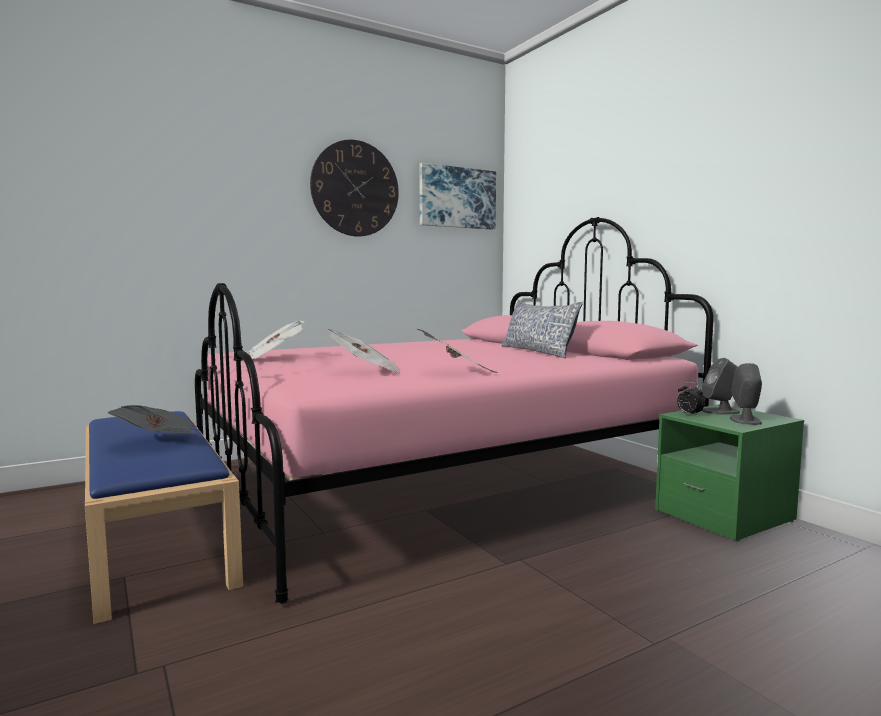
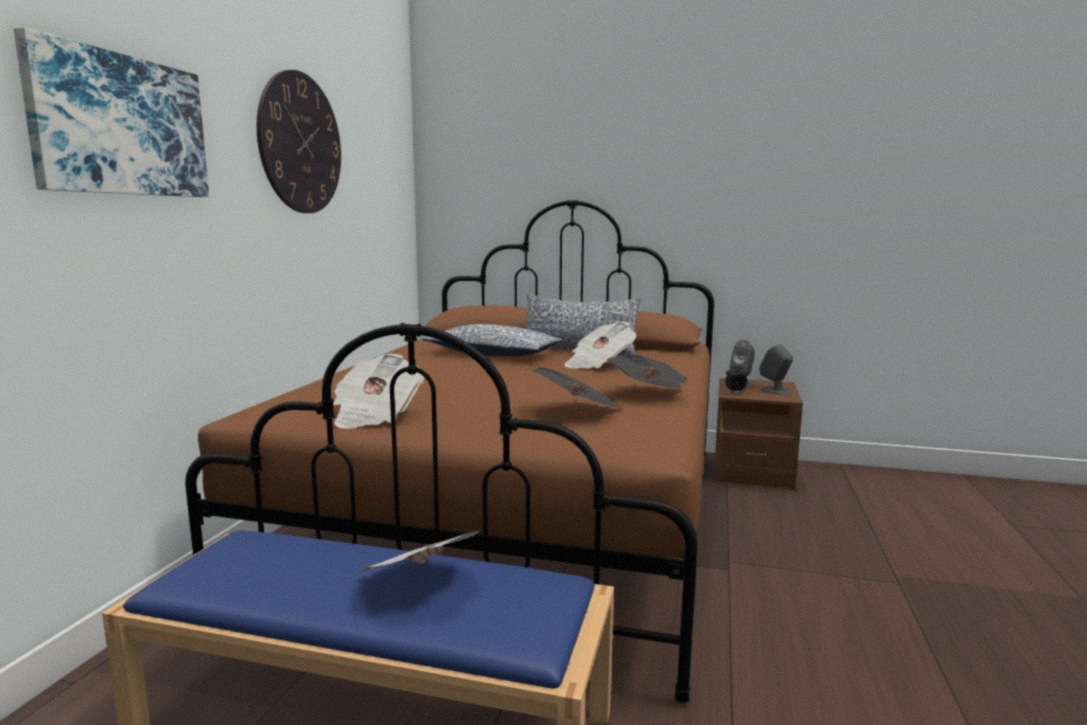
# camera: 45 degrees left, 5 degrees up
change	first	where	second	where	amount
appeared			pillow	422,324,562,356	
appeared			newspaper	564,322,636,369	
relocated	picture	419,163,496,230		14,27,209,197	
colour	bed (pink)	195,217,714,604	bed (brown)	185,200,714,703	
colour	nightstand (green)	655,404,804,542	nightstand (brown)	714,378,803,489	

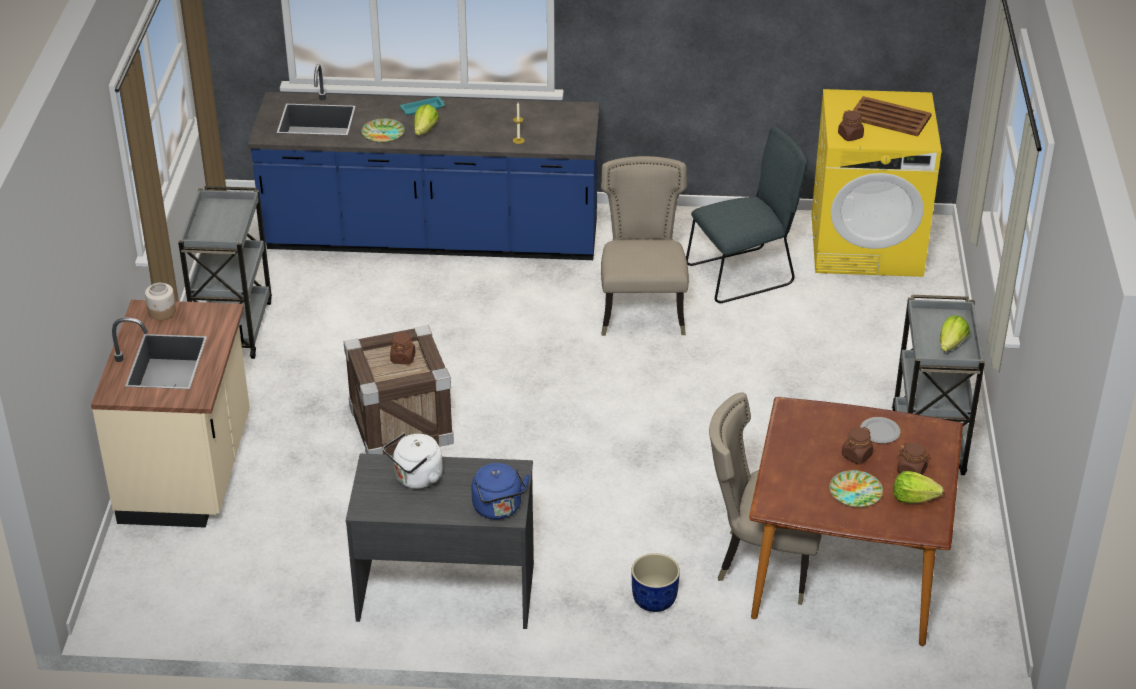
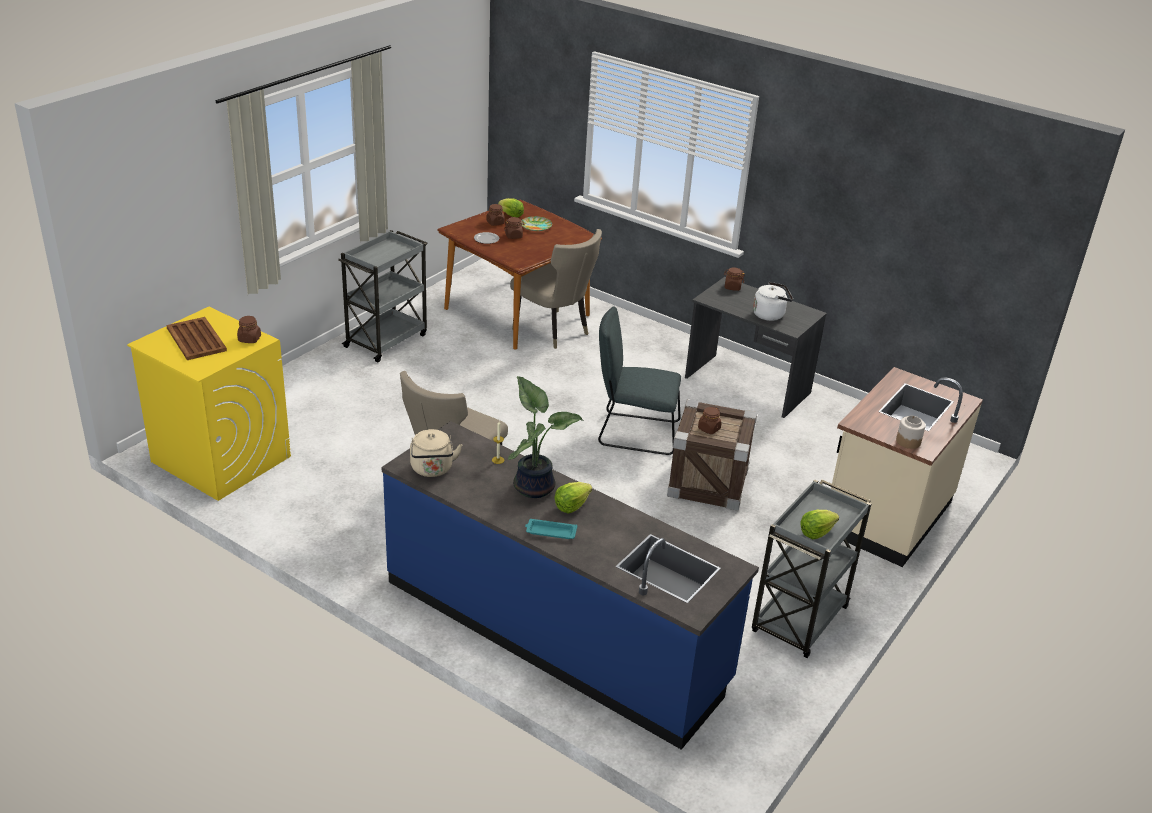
# camera: 150 degrees left, 5 degrees down
change	first	where	second	where	amount
missing	plate	361,118,405,143			
missing	planter (blue)	632,553,680,612			
appeared			kettle (beige)	410,429,462,477	
appeared			potted plant	508,376,583,498	
relocated	chair (grey)	686,126,808,303		598,306,681,455	
relocated	lettuce	940,315,970,352		800,510,839,539	
exchanged	kettle (blue)	471,463,530,520	jar (brown)	724,267,745,291	

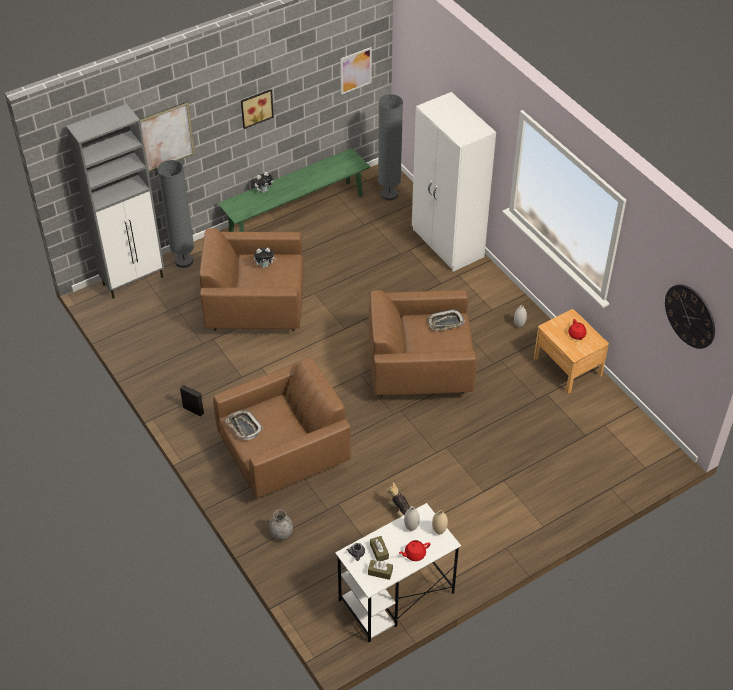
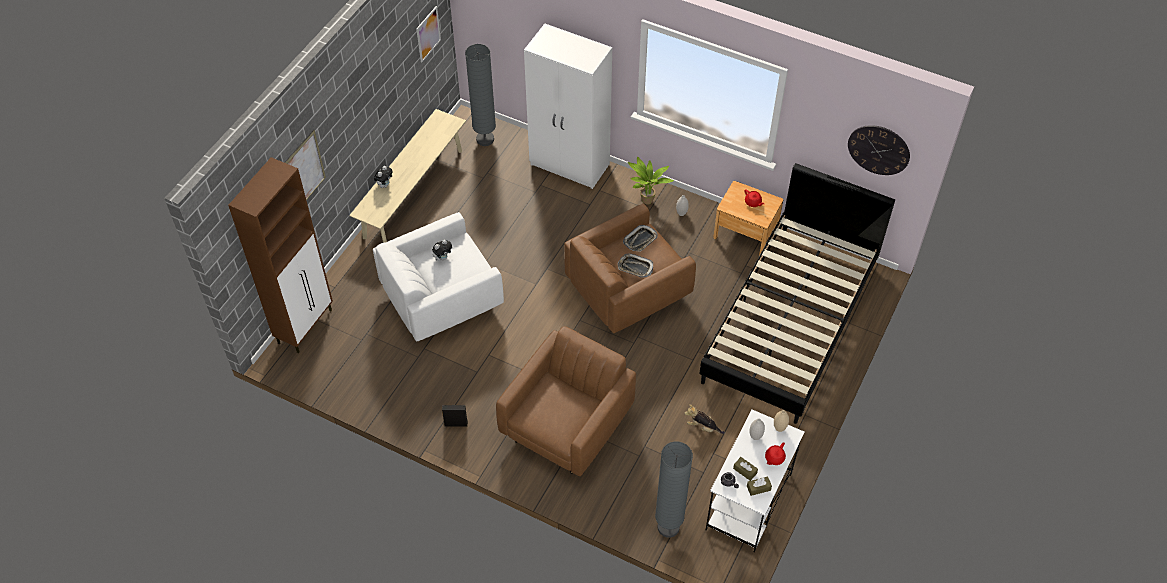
# camera: 30 degrees left, 5 degrees up
change	first	where	second	where	amount
missing	picture	241,89,274,129			
missing	vase (grey)	269,510,293,540			
appeared			potted plant	628,156,674,205	
appeared			bed (black)	699,163,895,424	
relocated	floor lamp (grey)	157,160,194,268		655,442,693,538	
relocated	tray	225,409,263,440		618,253,653,278	
colour	cabinet (grey)	66,104,164,299	cabinet (brown)	228,157,333,353	
colour	armchair (brown)	199,228,304,331	armchair (white)	373,212,504,342	
colour	bench (green)	218,148,370,232	bench (beige)	349,109,466,243	

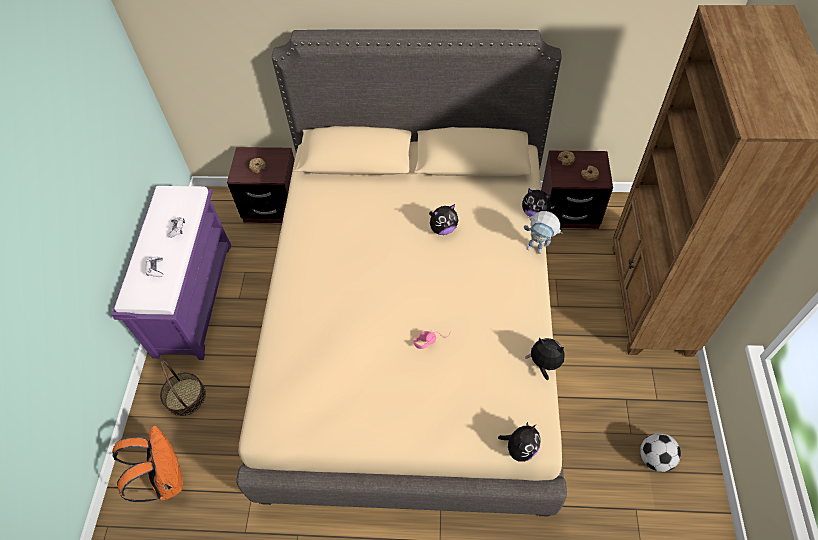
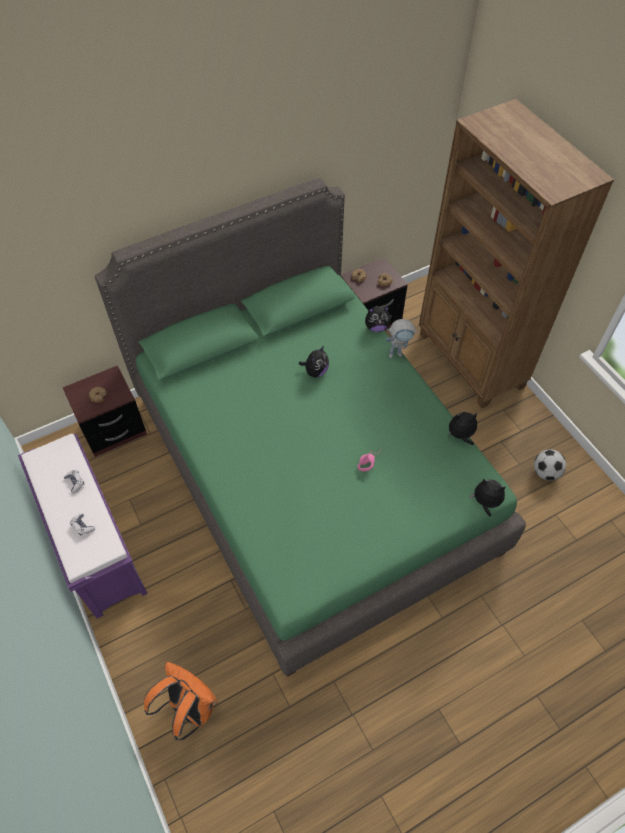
# camera: 35 degrees left, 0 degrees up
change	first	where	second	where	amount
missing	basket	160,359,206,416			
colour	bed (beige)	236,29,567,517	bed (green)	95,178,526,677	
spun	plush toy	498,422,541,462		470,479,505,517	75 degrees counterclockwise

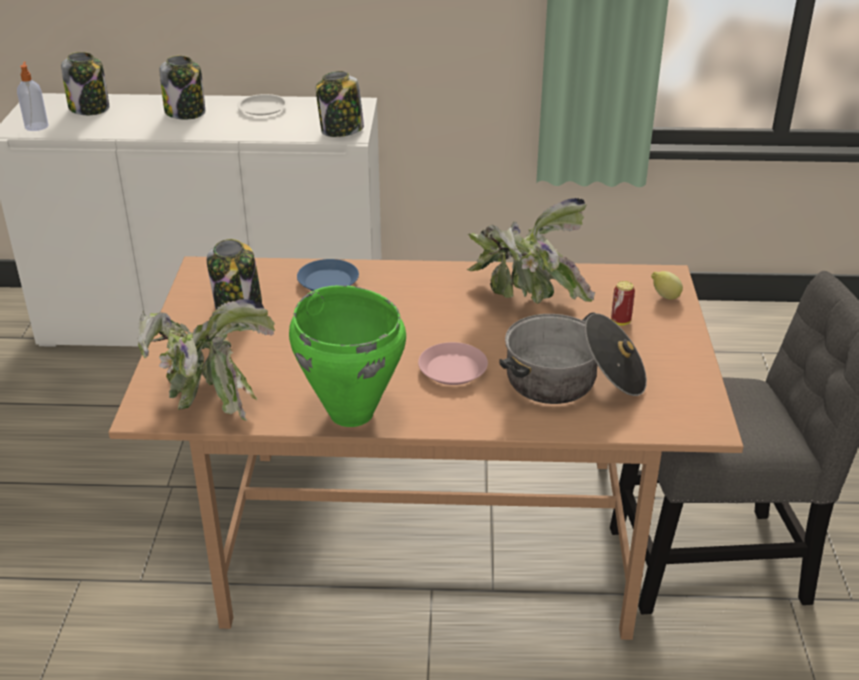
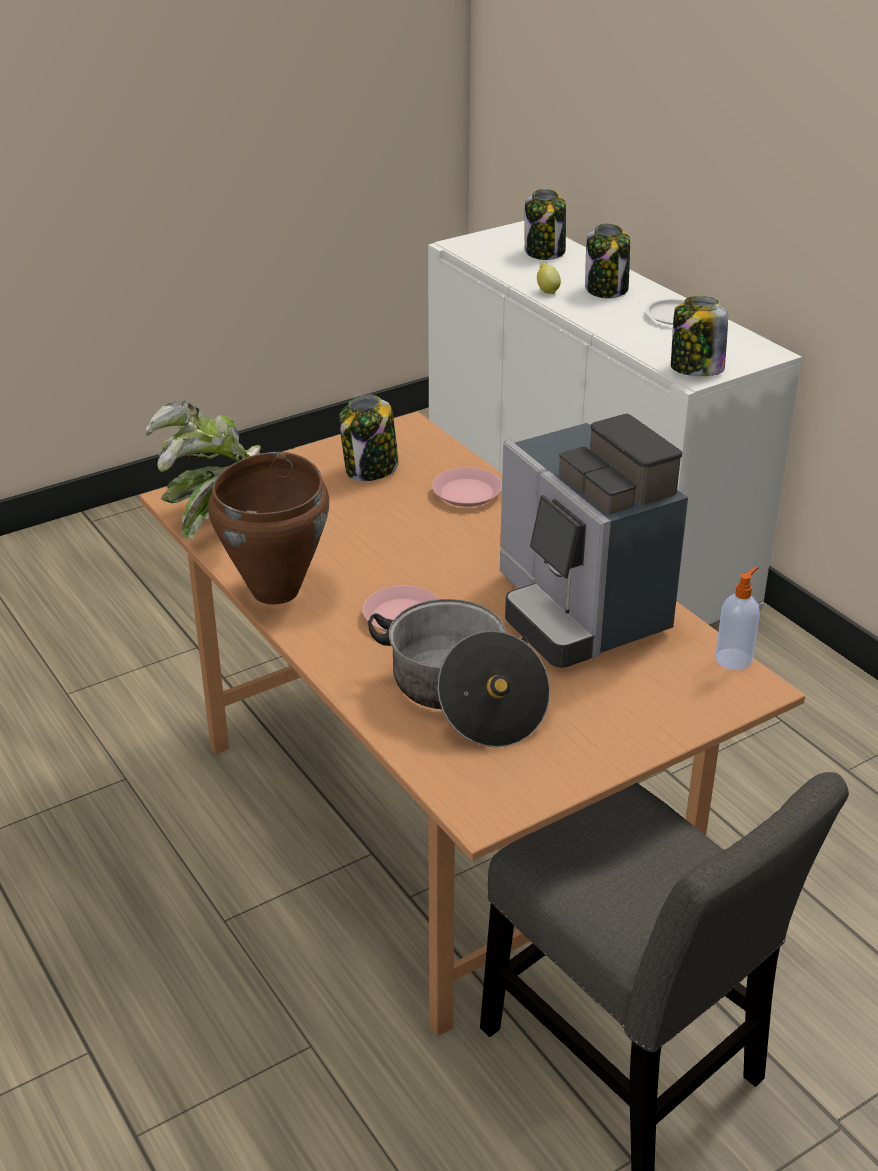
# camera: 55 degrees right, 0 degrees up
change	first	where	second	where	amount
missing	can	611,281,635,326			
relocated	soap dispenser	17,61,49,131		715,567,760,670	
relocated	lemon	651,271,683,300		537,263,561,294	
exchanged	potted plant	467,198,595,304	coffee machine	500,414,688,668	
colour	cooking pot (green)	289,285,406,427	cooking pot (brown)	208,452,329,604	
colour	plate (blue)	297,259,359,291	plate (pink)	432,467,502,507	

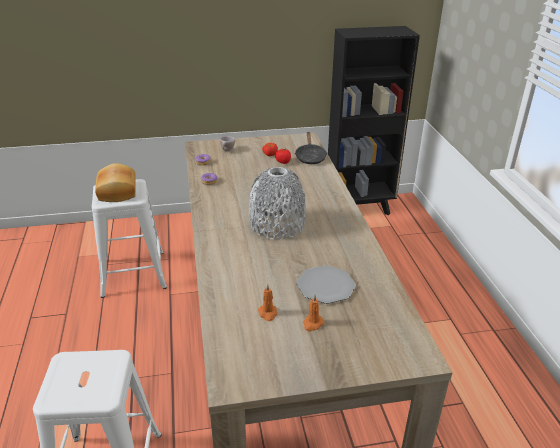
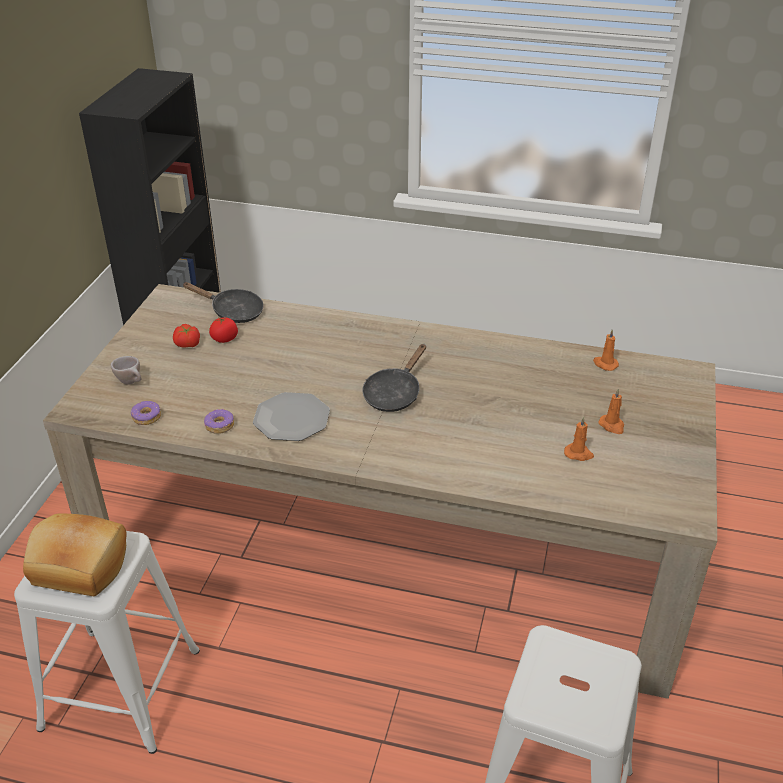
# camera: 65 degrees left, 5 degrees up
change	first	where	second	where	amount
appeared			candle (orange)	593,329,619,371	
relocated	plate	296,265,356,304		253,392,330,441	
exchanged	vase (grey)	249,167,306,240	frying pan (black)	362,344,426,412	

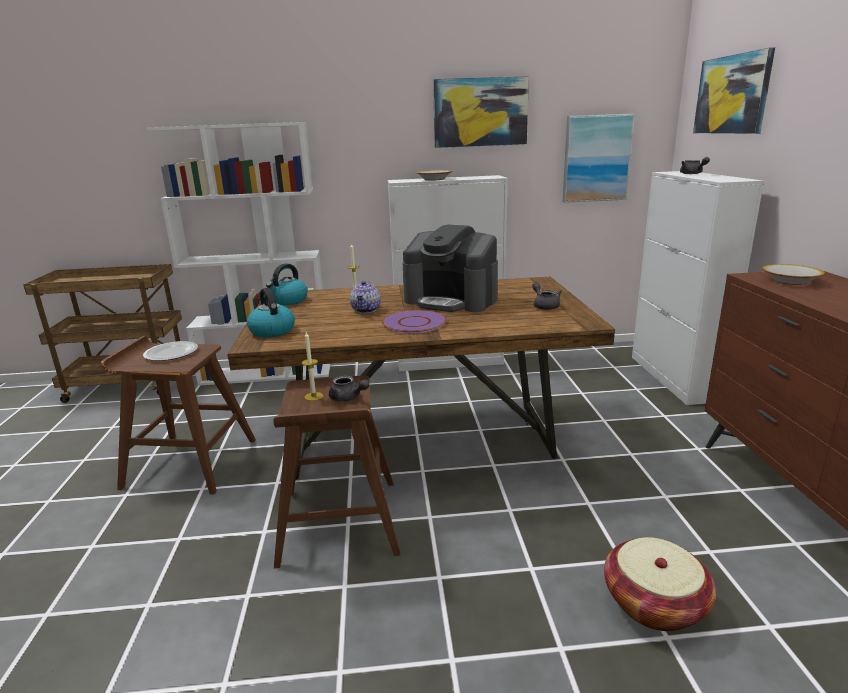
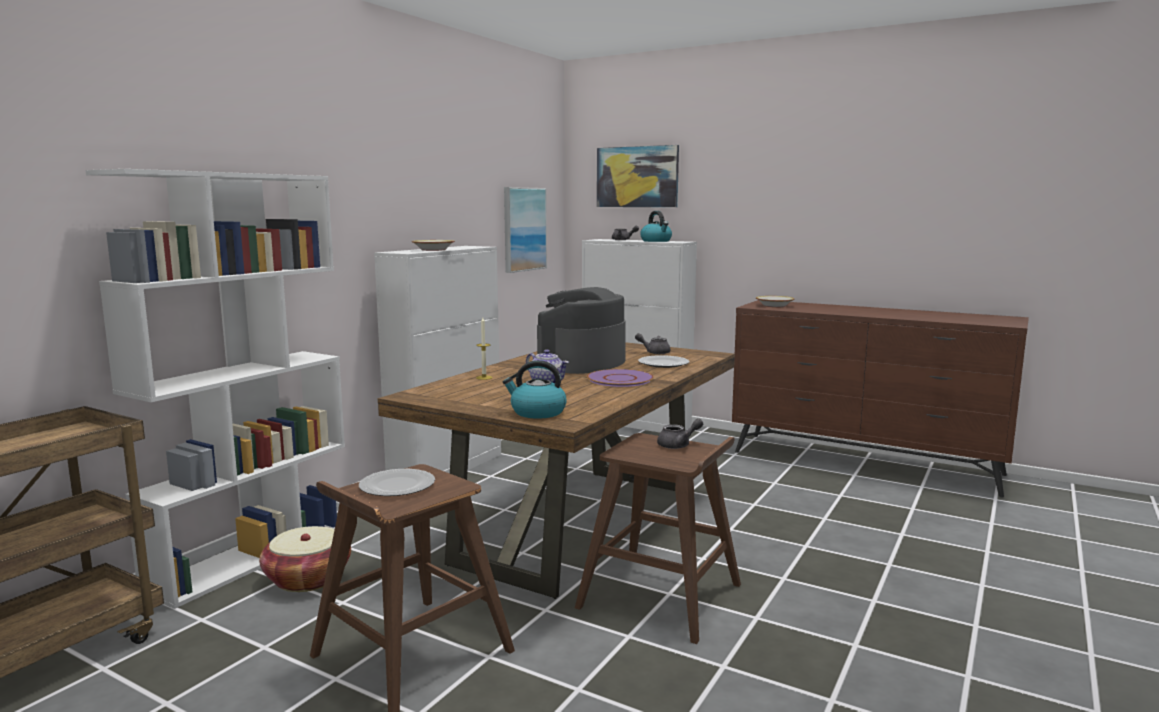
# camera: 55 degrees left, 10 degrees down
change	first	where	second	where	amount
missing	candle	302,332,323,401			
missing	picture	433,76,529,148			
appeared			plate	638,355,689,368	
relocated	kettle	266,264,308,305		640,211,672,242	
relocated	basket	604,537,716,631		259,526,351,592	
spun	coffee machine	402,225,498,312		537,287,626,374	150 degrees clockwise

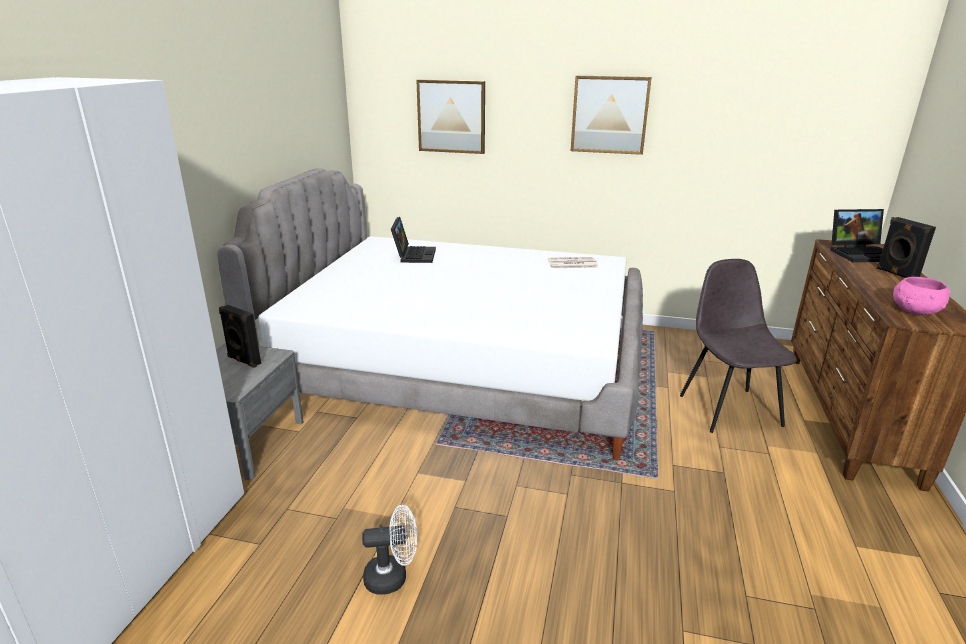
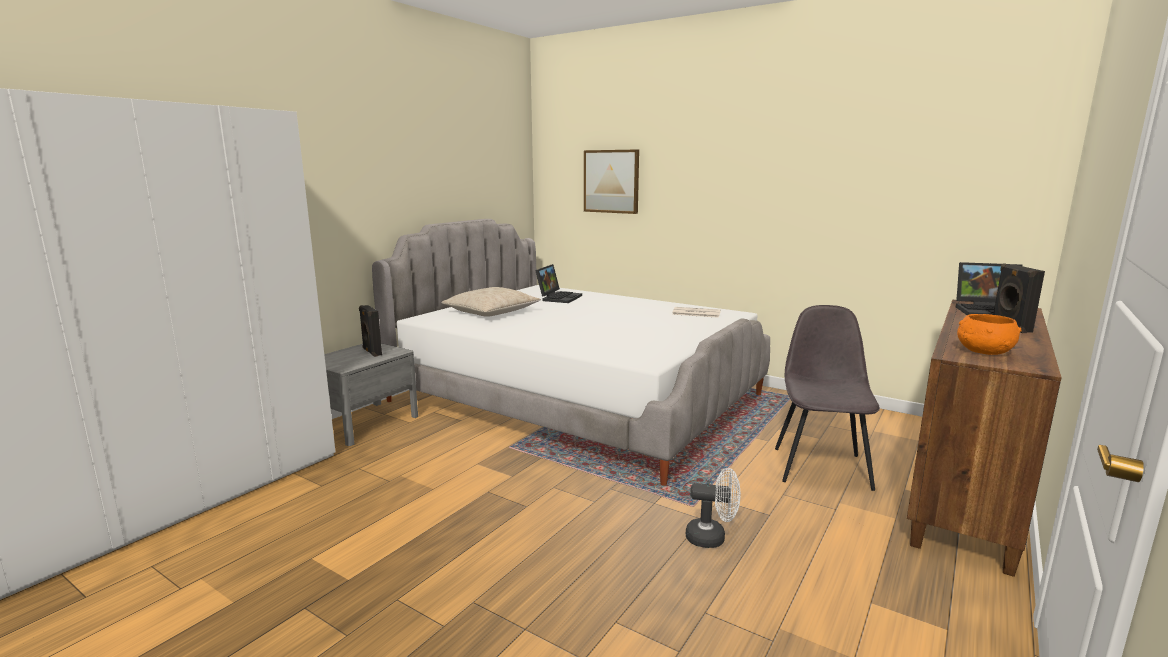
# camera: 20 degrees right, 10 degrees down
change	first	where	second	where	amount
missing	picture	571,76,652,155			
appeared			pillow (beige)	441,287,541,317	
relocated	fan (white)	362,505,417,594		686,468,741,548	
colour	bowl (pink)	893,277,951,315	bowl (orange)	957,314,1022,355	

